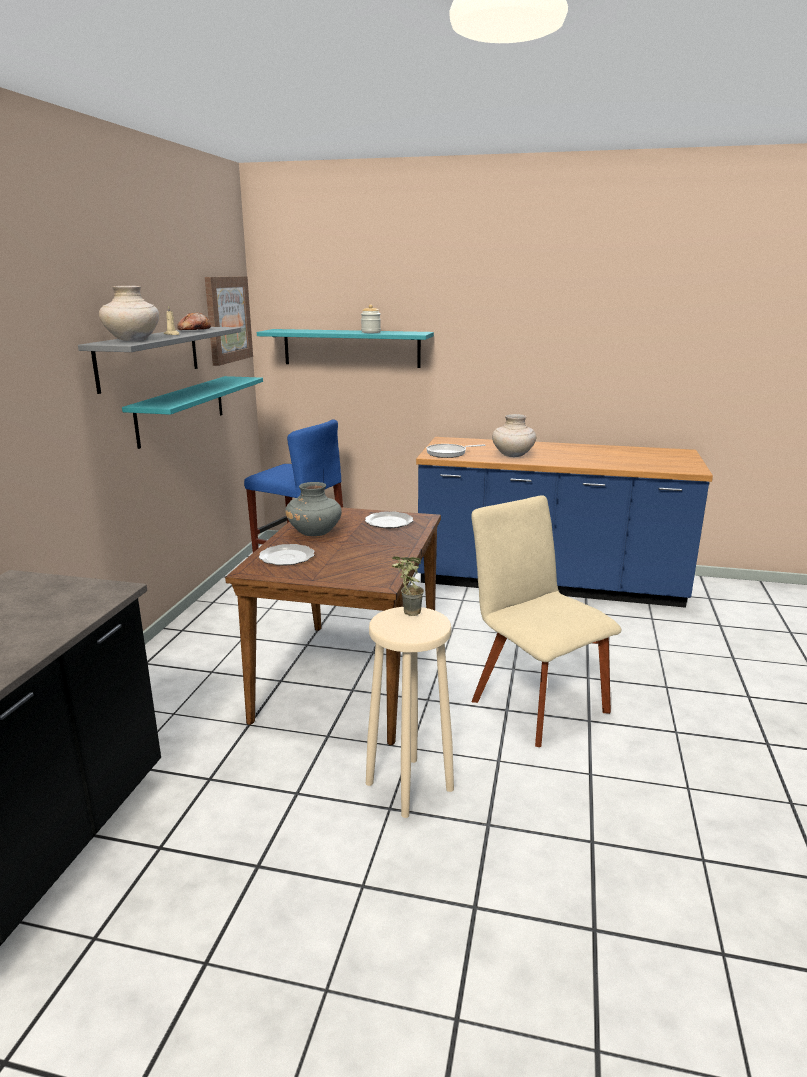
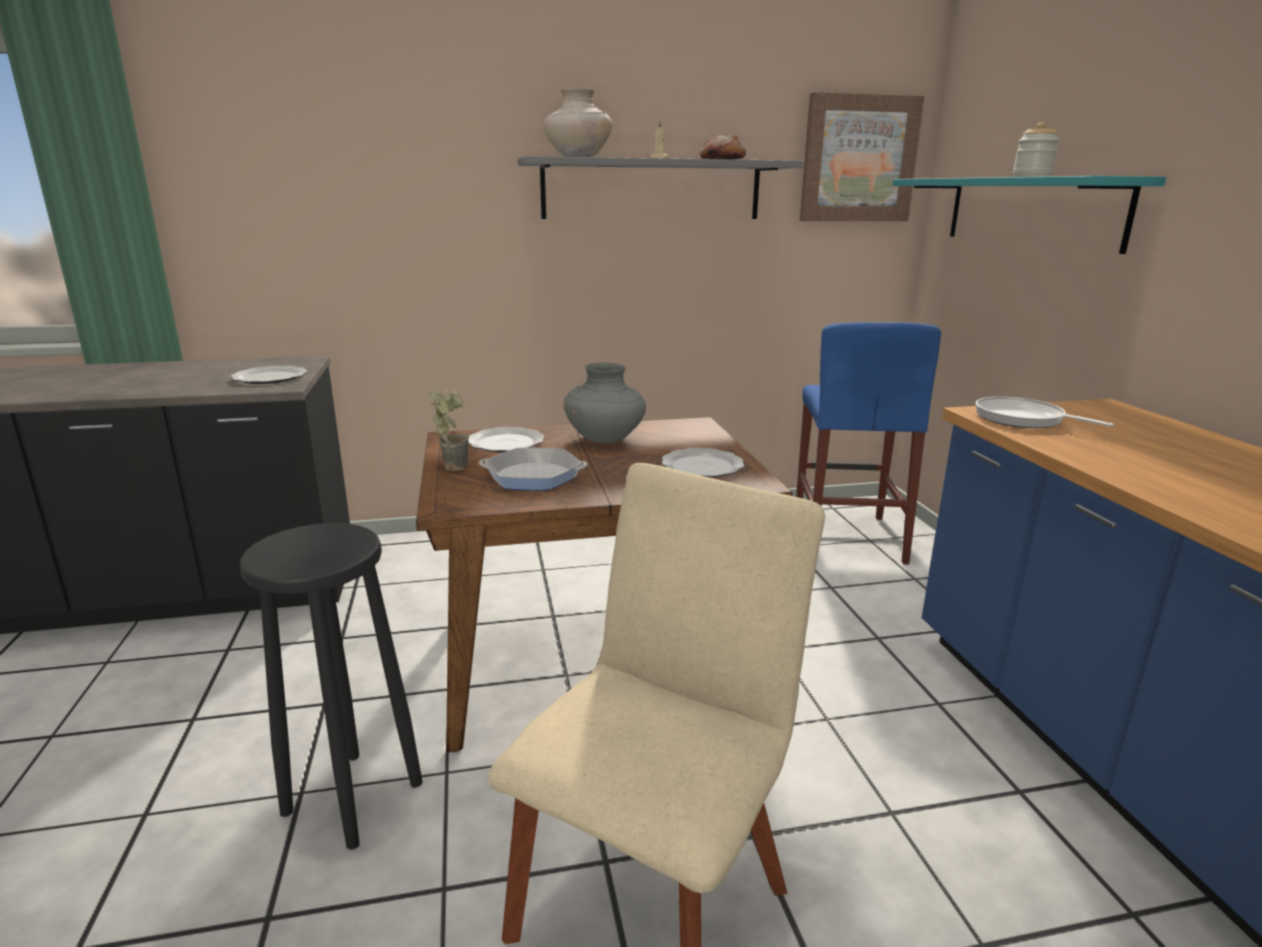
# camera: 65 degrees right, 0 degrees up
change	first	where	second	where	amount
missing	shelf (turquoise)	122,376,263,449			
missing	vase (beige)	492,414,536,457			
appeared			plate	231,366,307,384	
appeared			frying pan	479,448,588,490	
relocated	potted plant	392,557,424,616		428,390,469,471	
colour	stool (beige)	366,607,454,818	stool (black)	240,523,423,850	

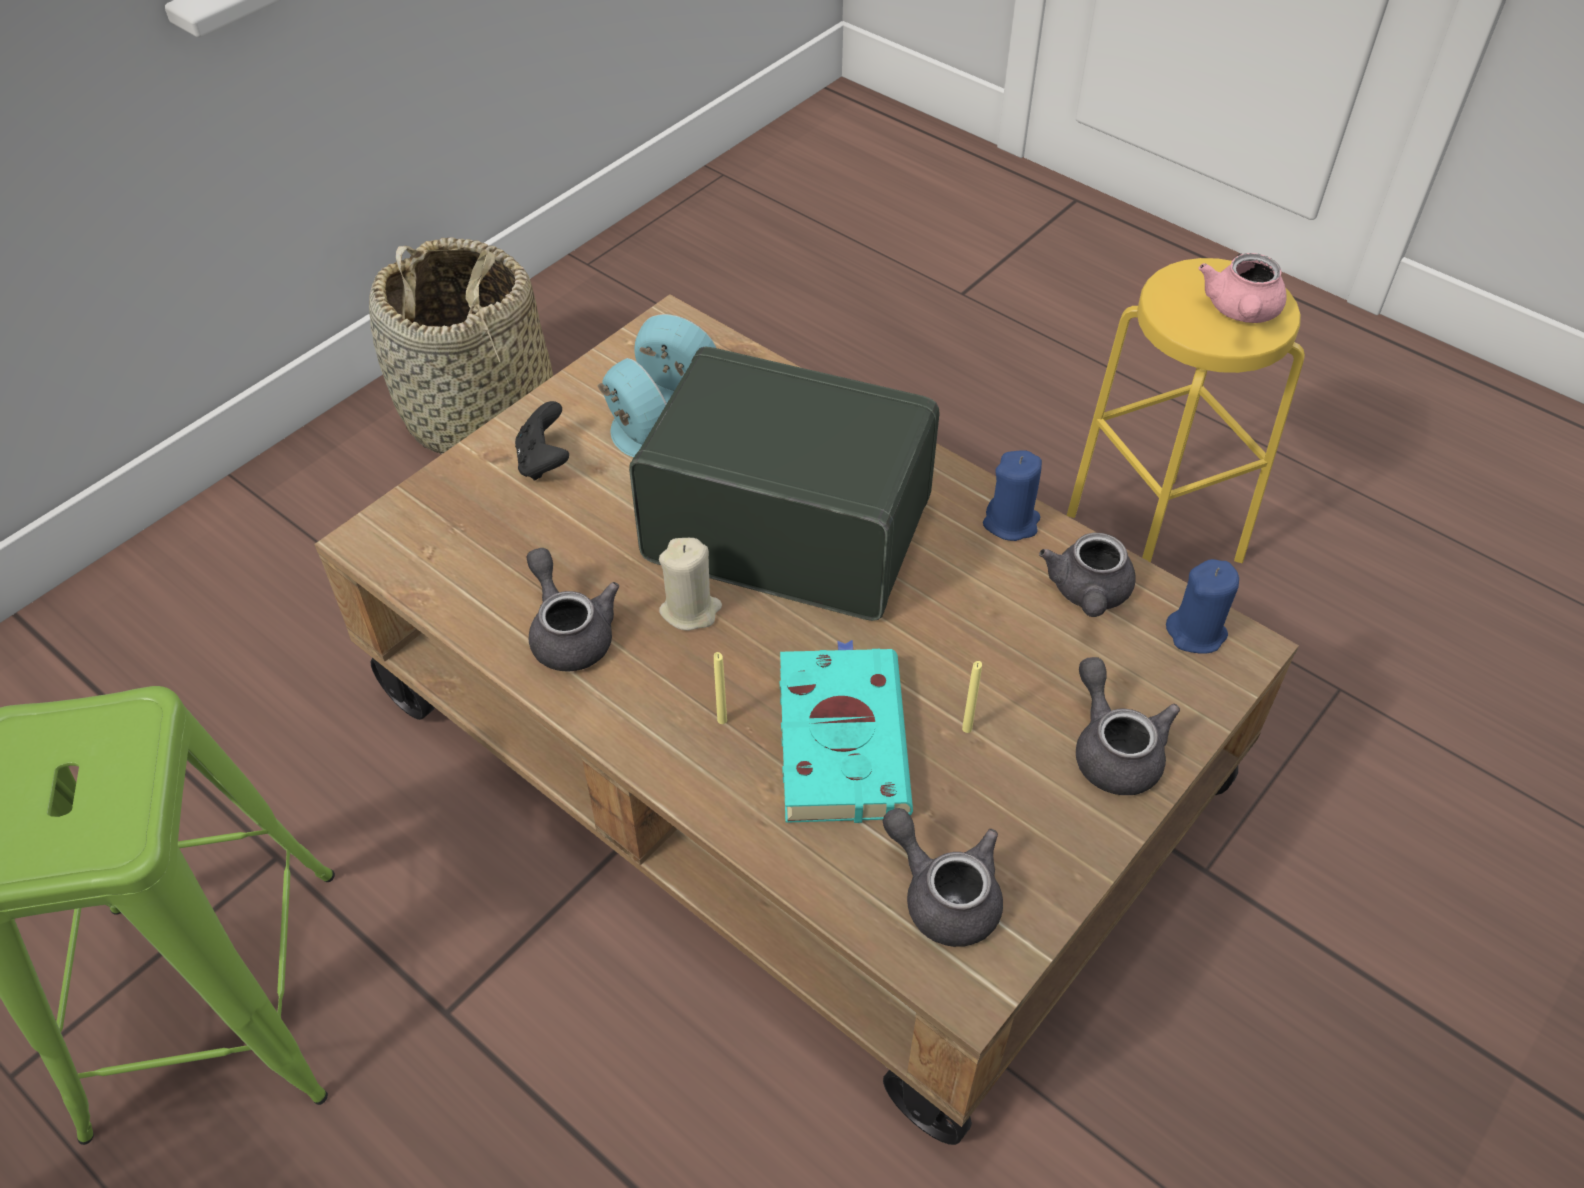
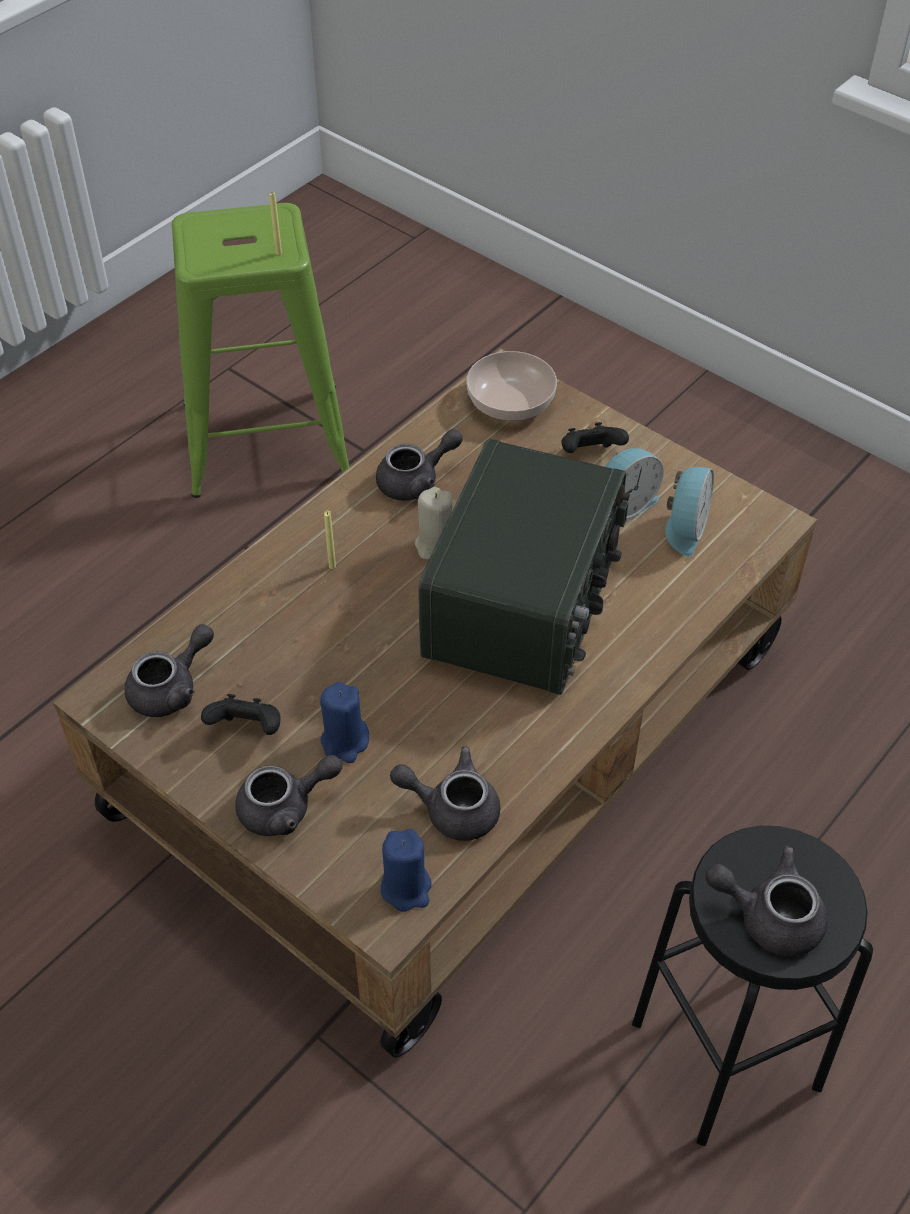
# camera: 90 degrees right, 0 degrees up
change	first	where	second	where	amount
missing	basket	369,237,553,454			
missing	book (turquoise)	779,640,913,823			
appeared			game controller (black)	201,694,281,735	
appeared			bowl	466,351,557,421	
relocated	candle (yellow)	962,661,982,733		269,193,282,255	
relocated	candle (blue)	983,450,1042,541		320,682,369,763	
colour	stool (yellow)	1067,258,1305,563	stool (black)	632,826,873,1146	
colour	teapot (pink)	1199,253,1287,323	teapot (grey)	705,846,828,956	

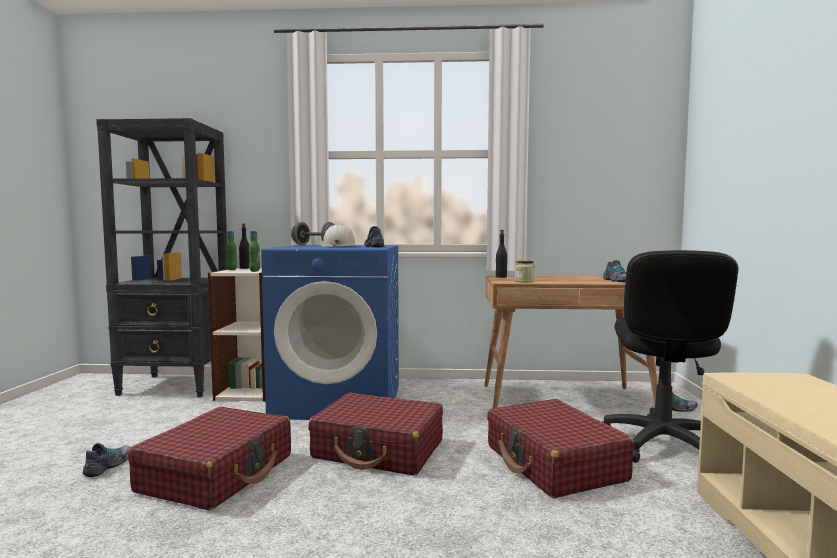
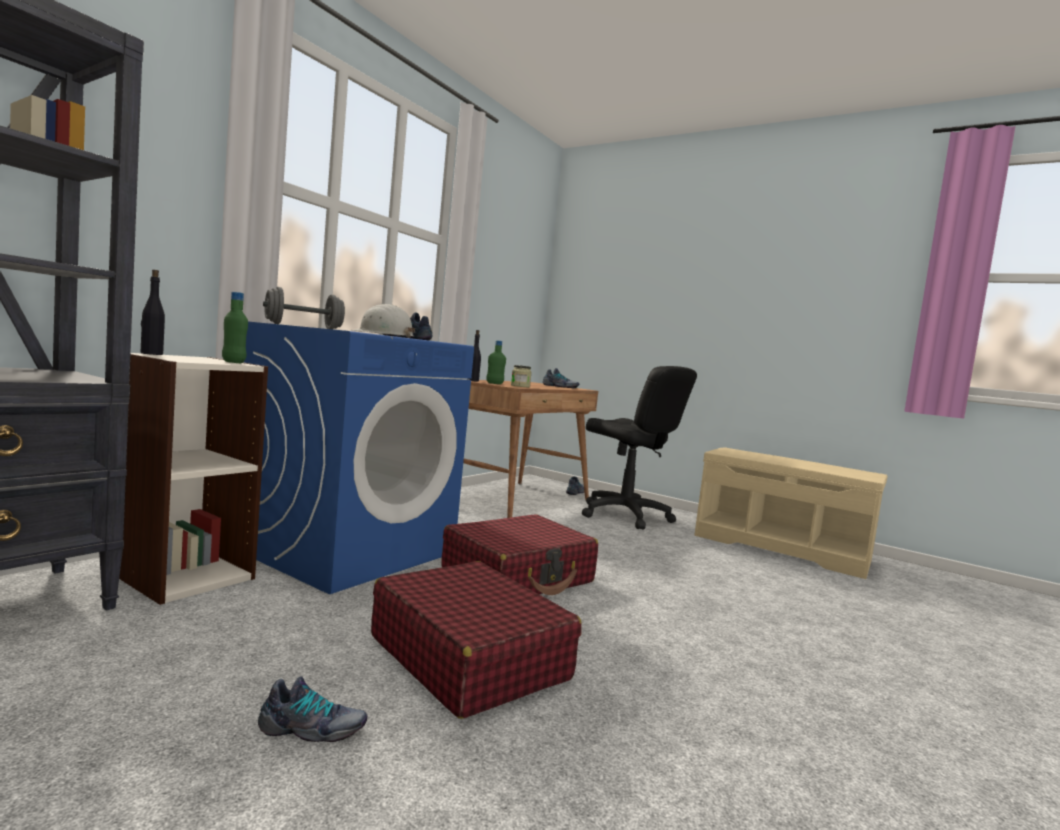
# camera: 60 degrees left, 0 degrees up
change	first	where	second	where	amount
missing	suitcase (red)	487,399,634,498			
relocated	bottle (green)	226,231,237,270		486,340,506,384	
spun	shoe	83,443,130,477		258,677,367,742	135 degrees clockwise

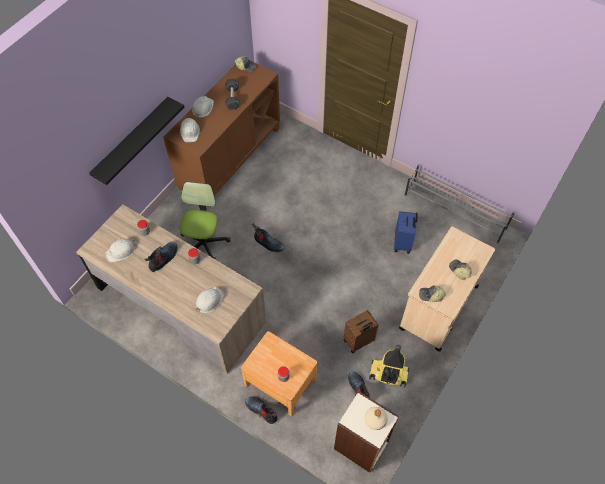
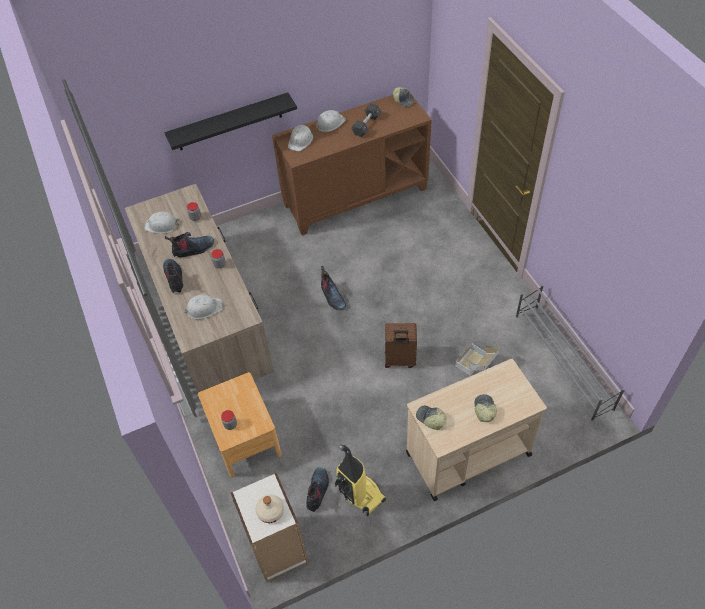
# camera: 35 degrees right, 5 degrees down
change	first	where	second	where	amount
missing	office chair	180,182,230,260			
relocated	boot	245,397,277,424		163,259,183,293	
relocated	suitcase (brown)	344,310,378,353		385,323,417,368	
exchanged	suitcase (blue)	394,211,418,254	cardboard box	455,344,500,376	

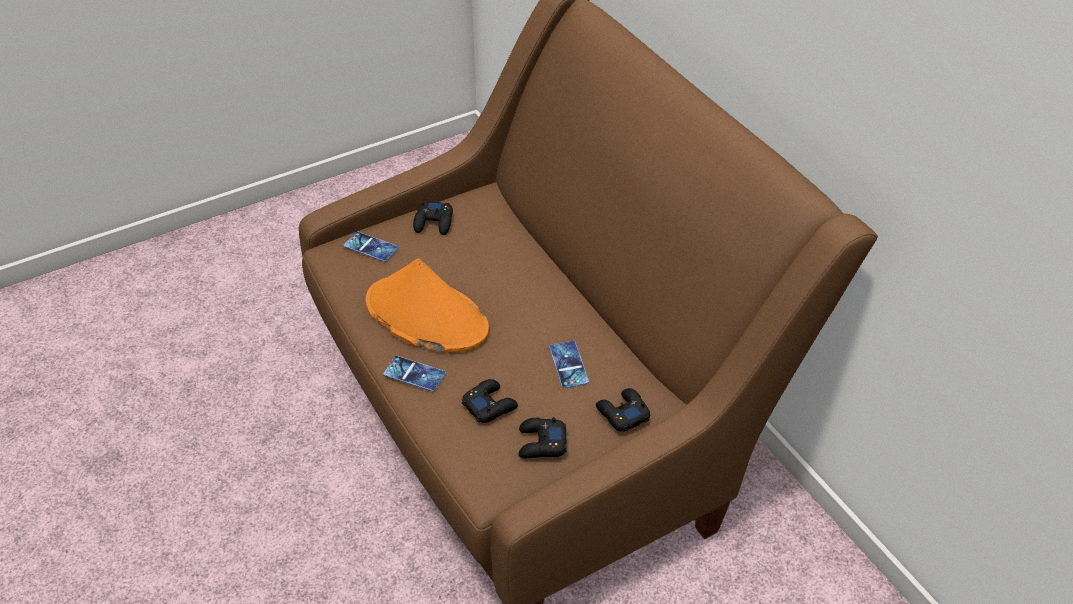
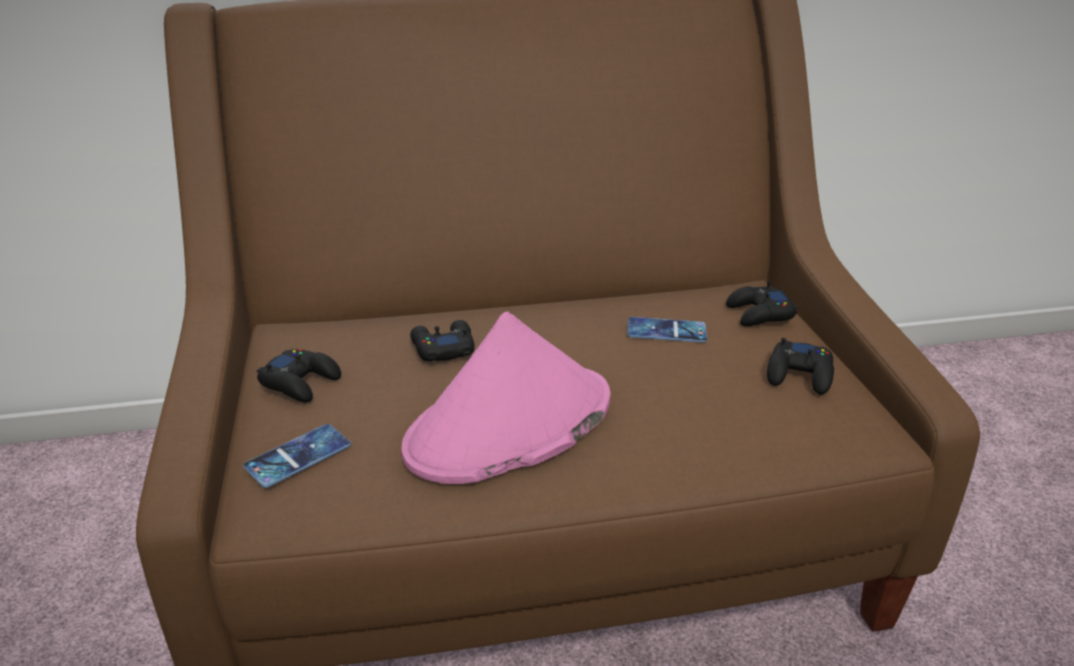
# camera: 70 degrees left, 15 degrees down
change	first	where	second	where	amount
missing	phone	383,356,446,391			
relocated	game controller (black)	462,379,518,423		410,320,474,362	
colour	hat (orange)	366,259,489,353	hat (pink)	401,311,610,484	

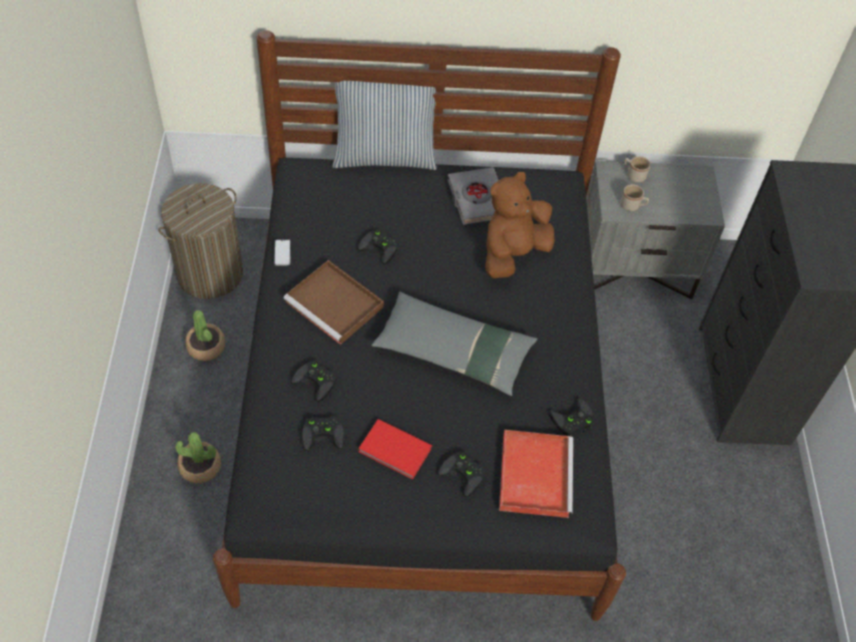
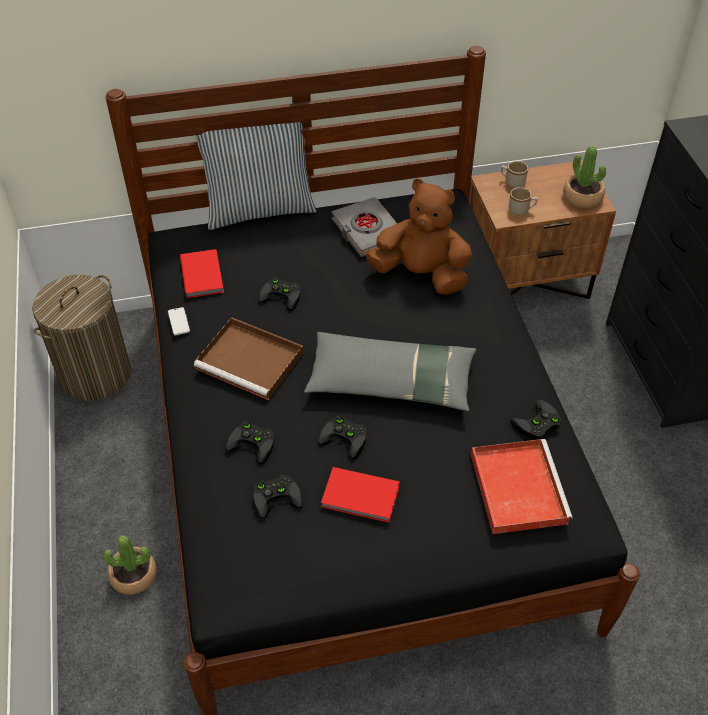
# camera: 10 degrees left, 5 degrees down
change	first	where	second	where	amount
appeared			book (red)	180,249,224,298	
relocated	potted plant	185,310,225,361		563,146,606,208	
relocated	game controller (black)	437,451,486,497		318,416,367,459	
colour	nightstand (grey)	586,161,725,299	nightstand (brown)	469,160,616,299	
spun	plush toy (brown)	485,172,555,278		365,179,472,295	75 degrees clockwise

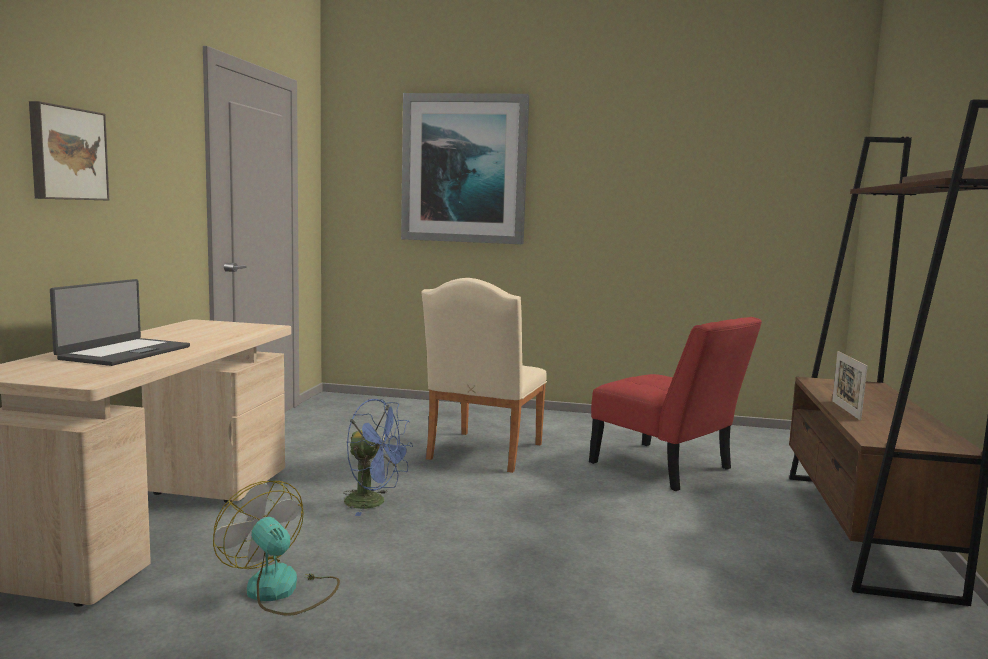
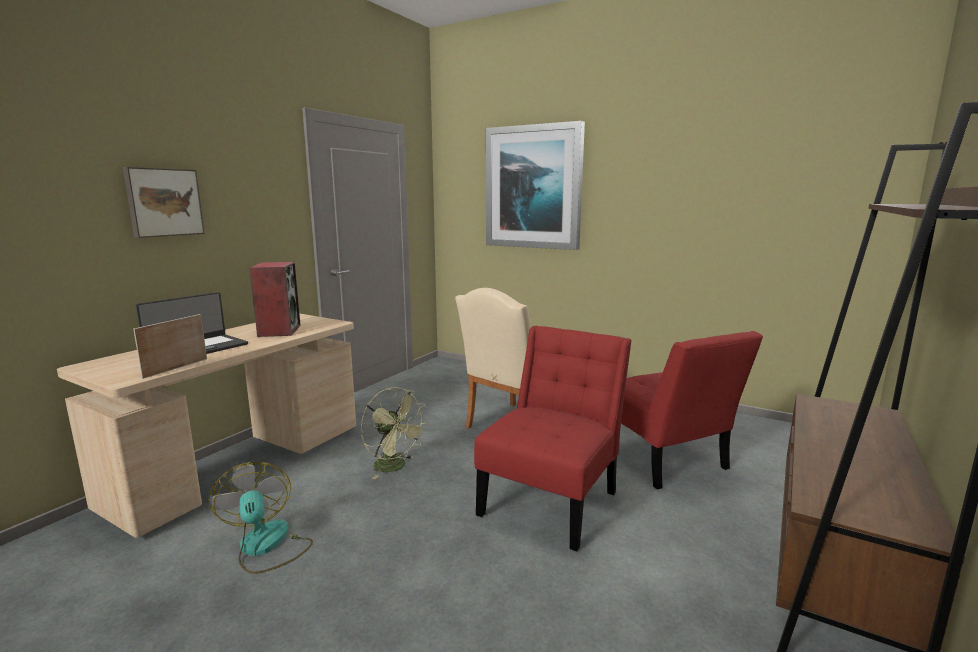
# camera: 20 degrees right, 5 degrees up
change	first	where	second	where	amount
appeared			speaker	250,262,301,337	
appeared			chair (red)	474,326,632,551	
relocated	picture frame	832,351,867,421		133,314,207,379	
colour	fan (blue)	343,399,413,516	fan (green)	361,387,428,479	

